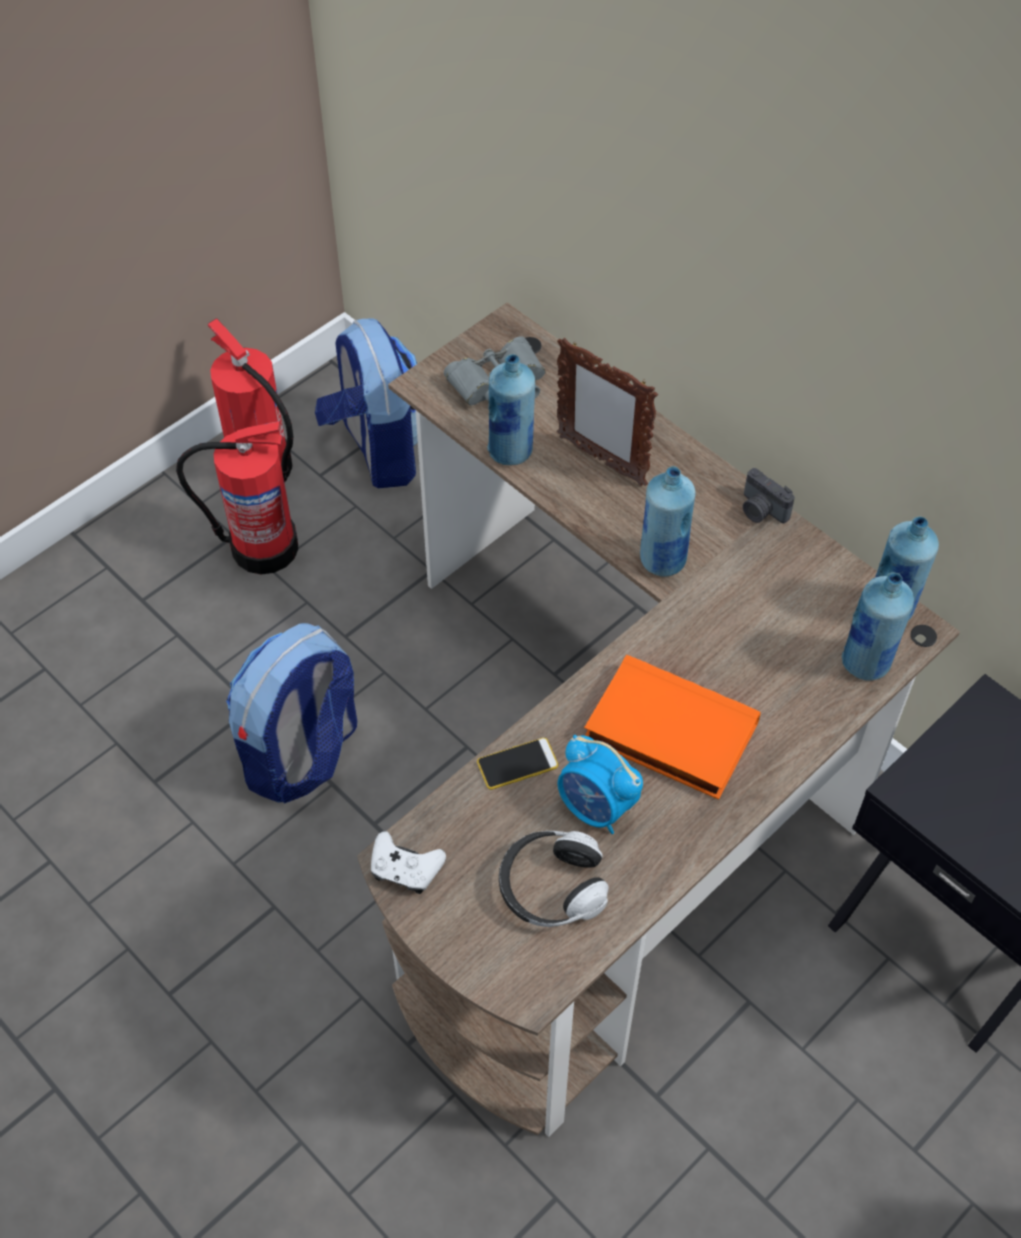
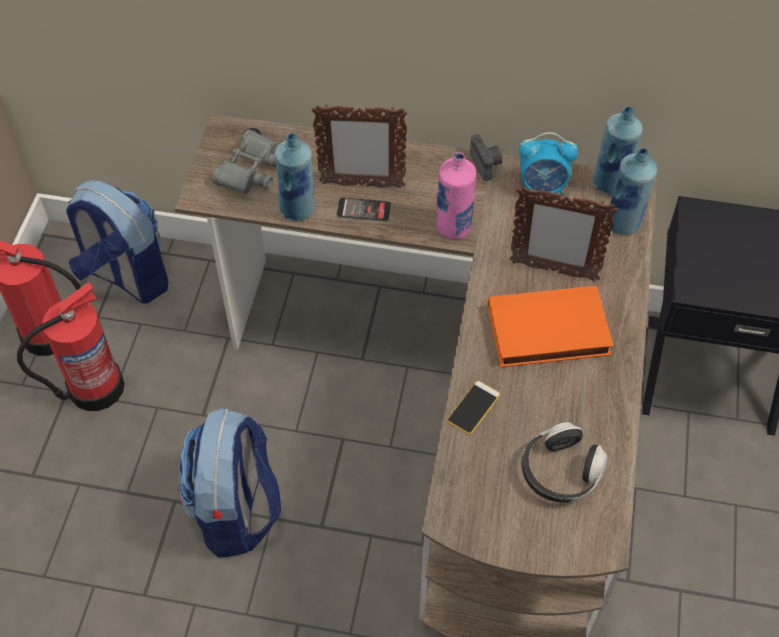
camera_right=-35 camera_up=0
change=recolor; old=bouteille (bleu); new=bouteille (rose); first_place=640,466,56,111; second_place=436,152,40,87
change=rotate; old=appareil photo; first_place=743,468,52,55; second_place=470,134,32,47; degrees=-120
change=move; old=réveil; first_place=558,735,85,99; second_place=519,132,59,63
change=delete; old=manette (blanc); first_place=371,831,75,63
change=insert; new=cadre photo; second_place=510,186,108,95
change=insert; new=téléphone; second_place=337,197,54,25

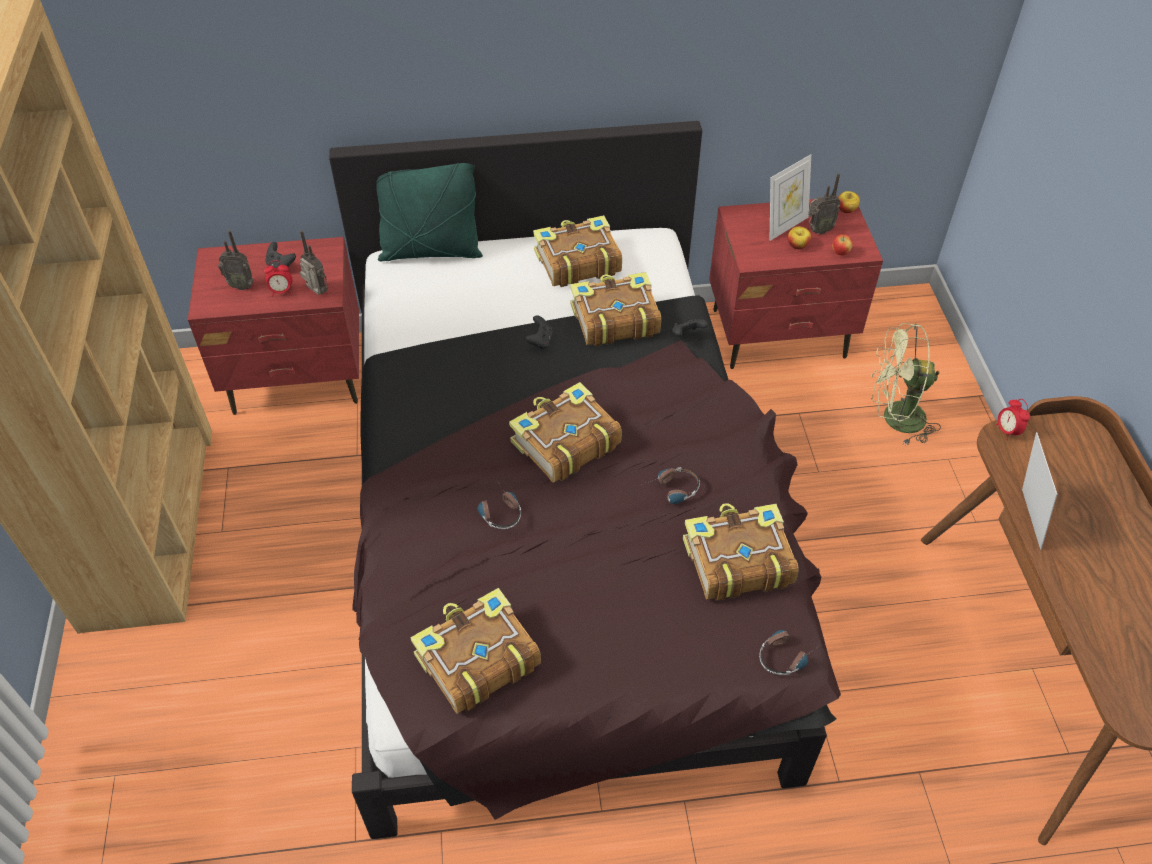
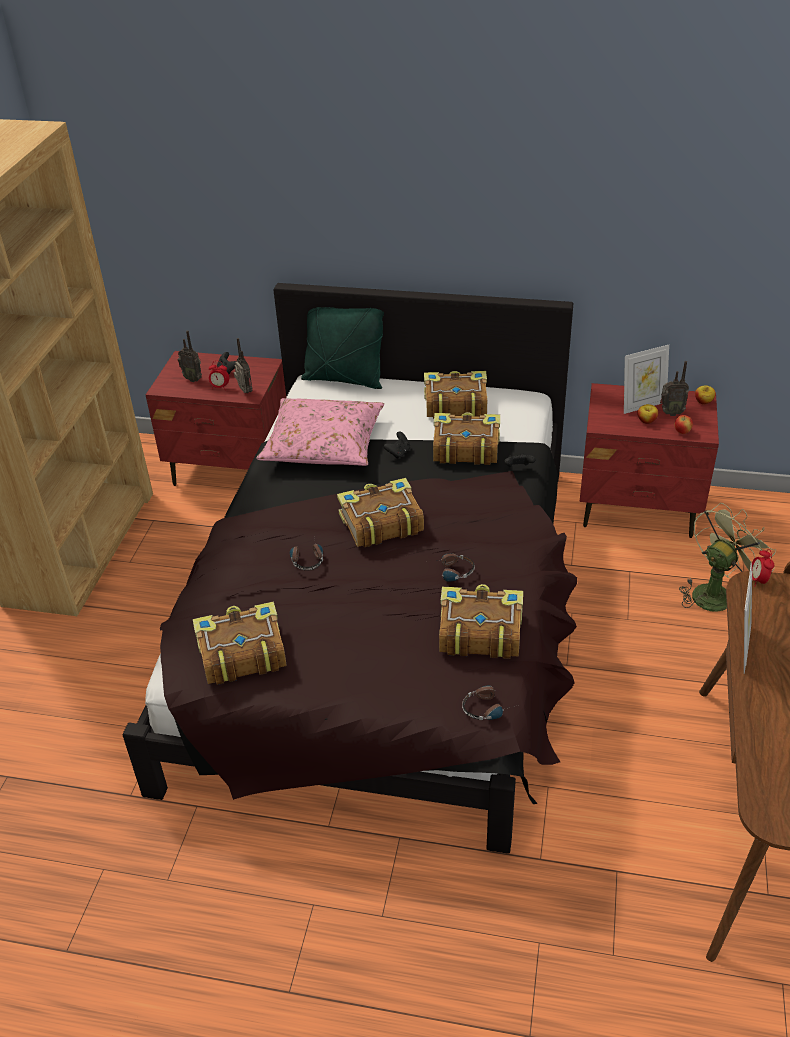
camera_right=20 camera_up=-10
change=rotate; old=ventilateur (vert); first_place=871,323,70,123; second_place=679,503,97,109; degrees=120
change=insert; new=coussin (rose); second_place=256,398,128,68

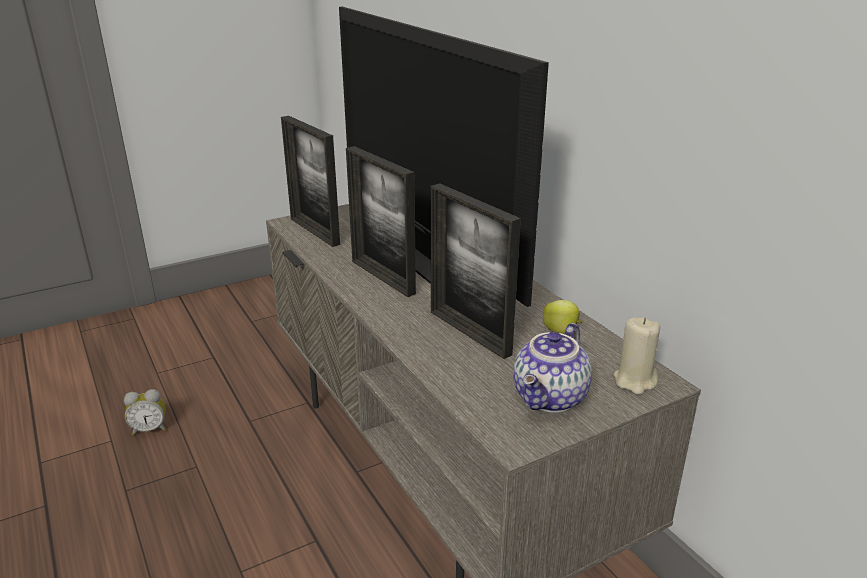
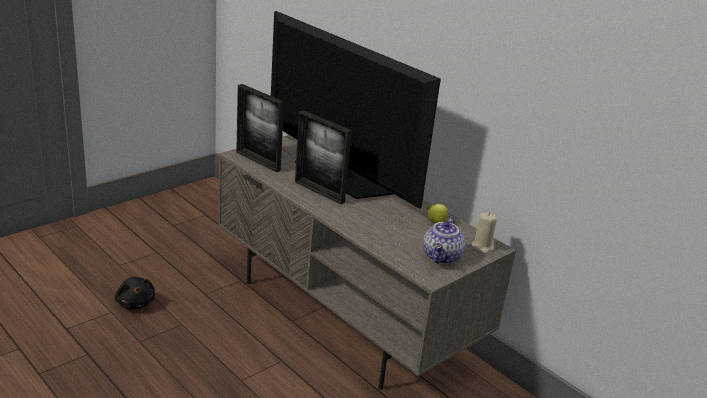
camera_right=-15 camera_up=0
change=delete; old=cadre photo; first_place=431,183,90,176
change=replace; old=réveil; new=peluche (noir); first_place=124,389,42,46; second_place=115,277,40,32

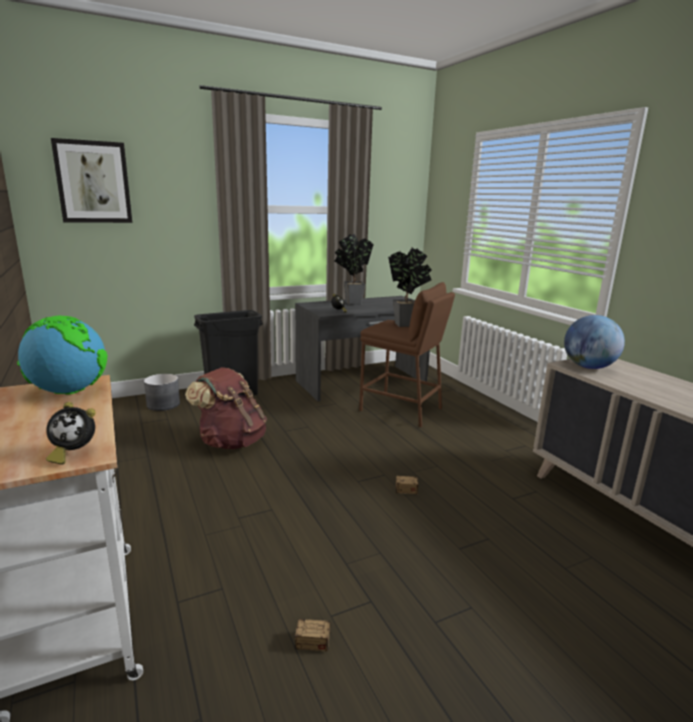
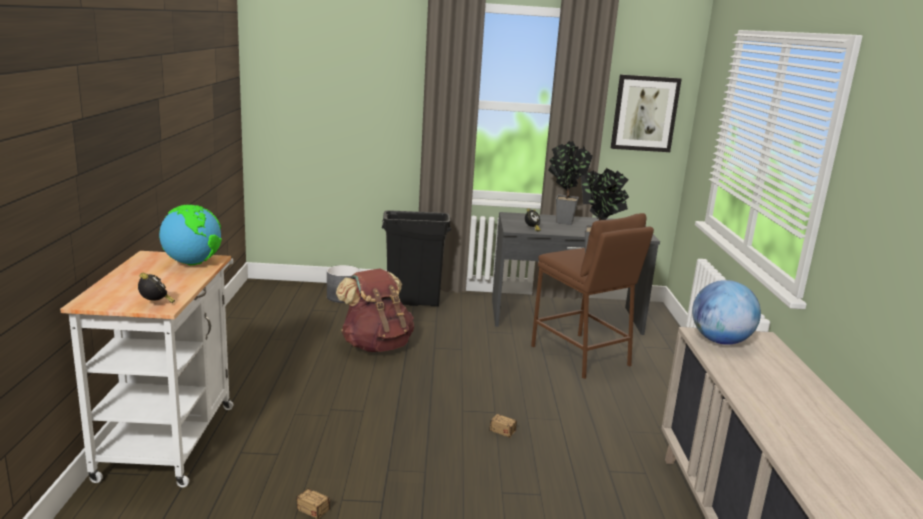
camera_right=25 camera_up=0
change=move; old=tableau; first_place=51,138,81,85; second_place=611,74,70,78
change=rotate; old=réveil; first_place=46,402,50,63; second_place=138,273,37,30; degrees=-150

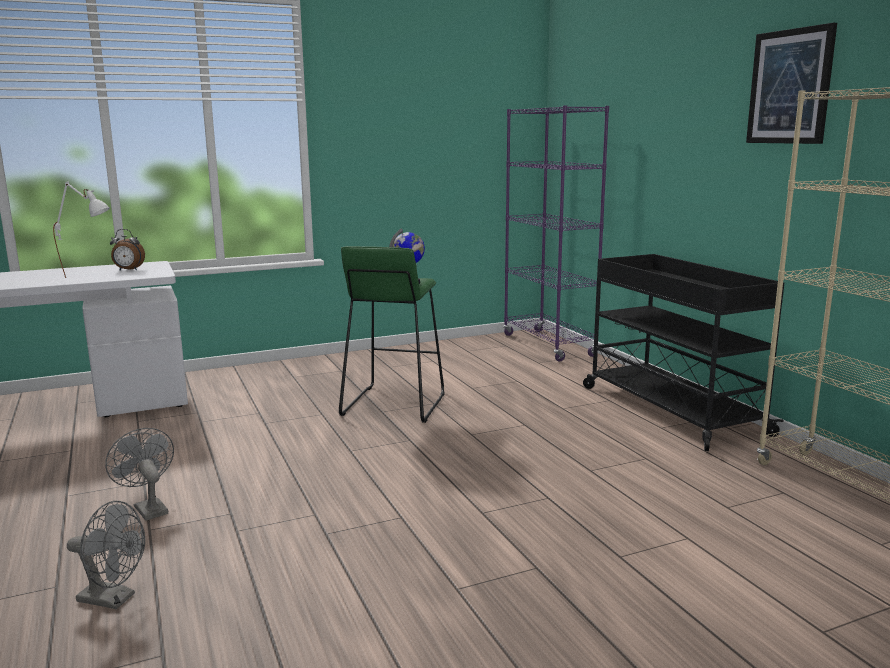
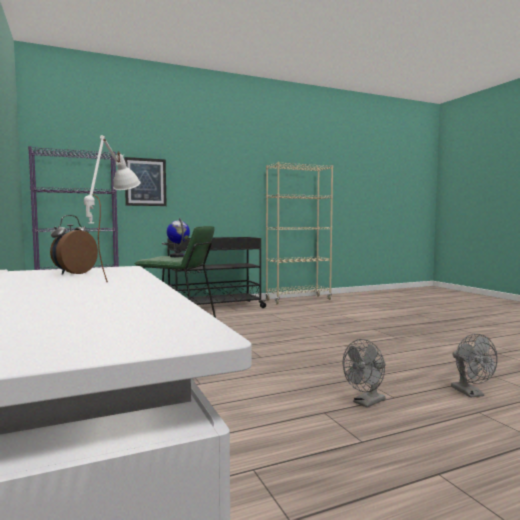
camera_right=-90 camera_up=-10
change=move; old=tableau; first_place=746,23,91,121; second_place=124,157,43,49
change=rotate; old=réveil; first_place=110,229,35,42; second_place=50,215,48,60; degrees=-150
change=rotate; old=ventilateur (gris); first_place=67,501,78,108; second_place=451,334,47,64; degrees=150

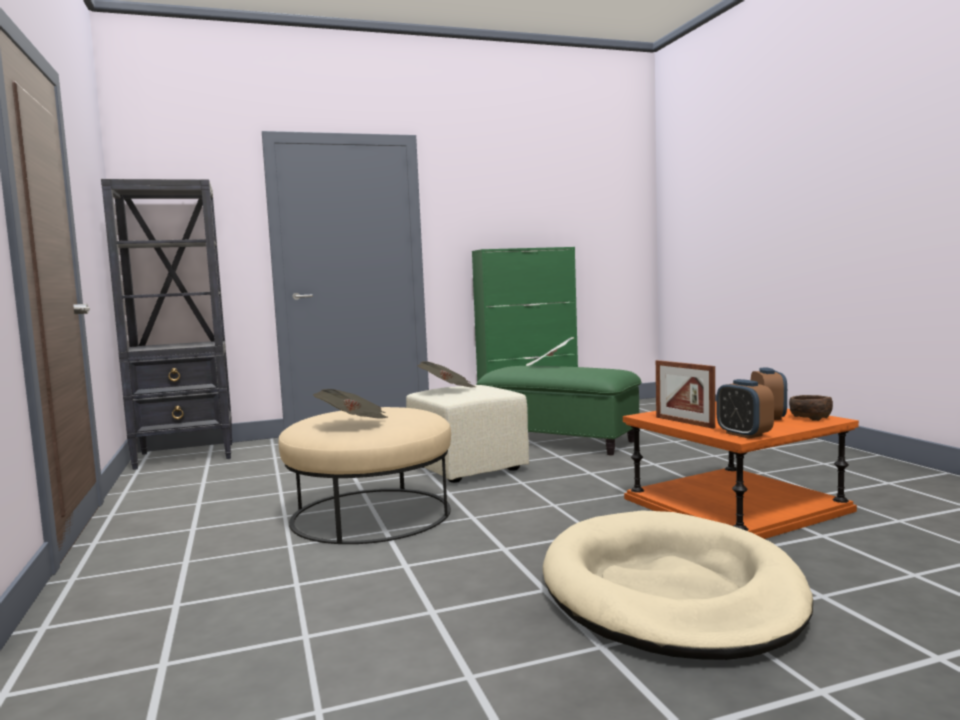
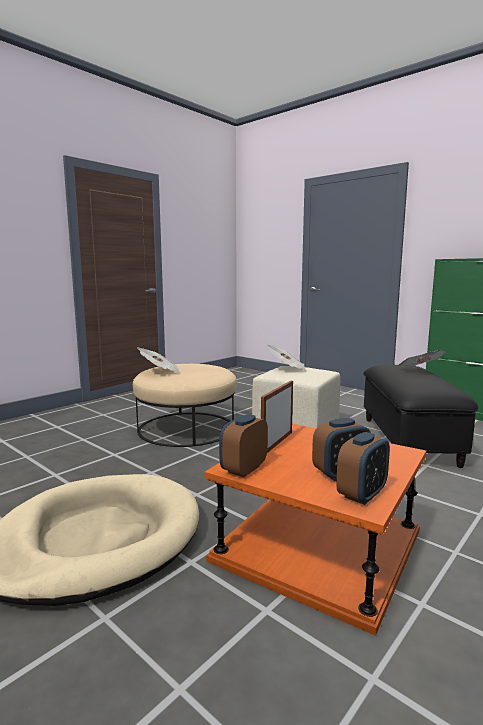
camera_right=60 camera_up=5
change=delete; old=bibliothèque (noir); first_place=101,179,132,291
change=recolor; old=pouf (vert); new=pouf (noir); first_place=476,366,166,90; second_place=363,365,116,103
change=replace; old=bol (marron); new=réveil; first_place=789,395,44,26; second_place=336,432,54,73

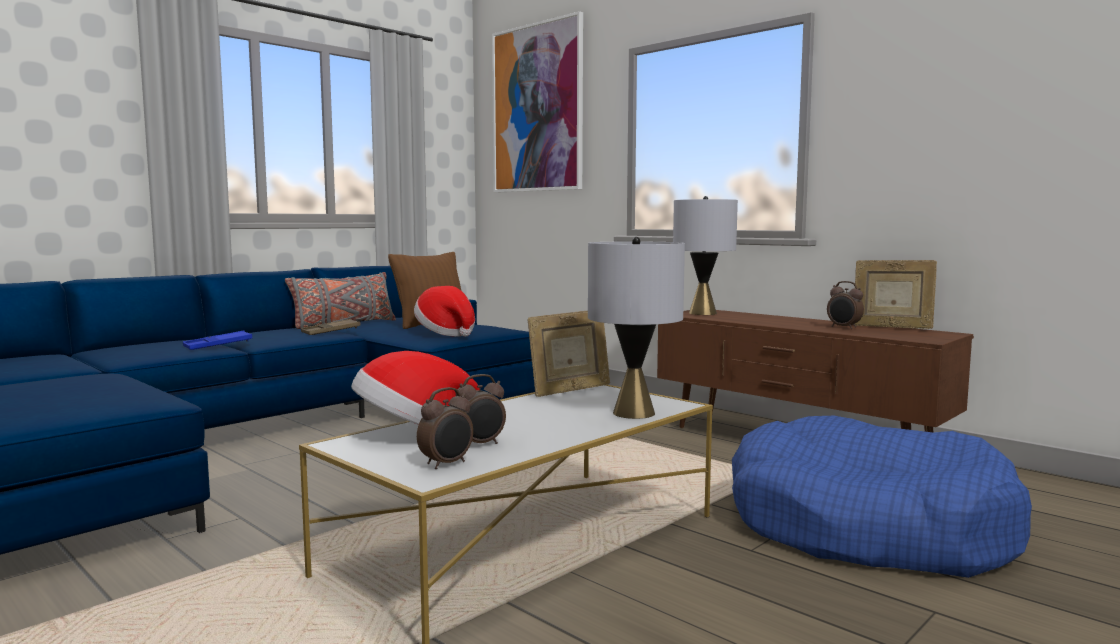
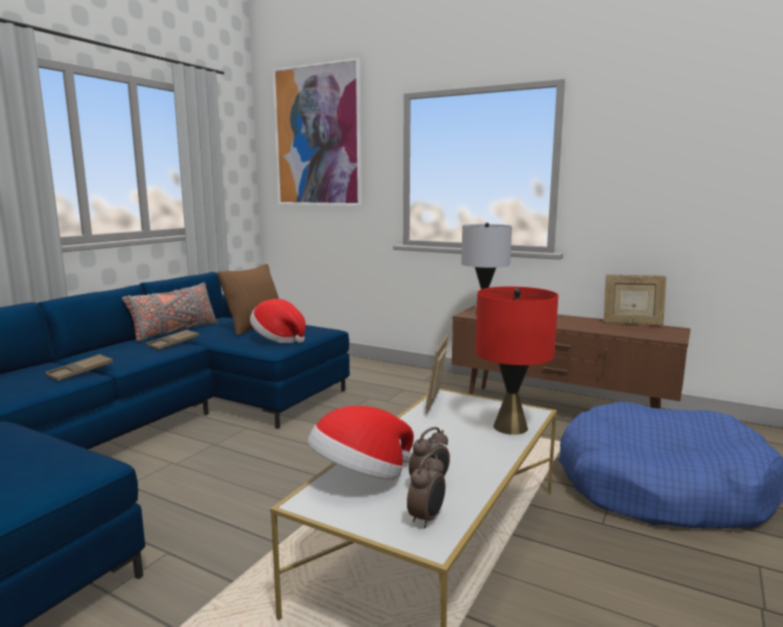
camera_right=-15 camera_up=5
change=recolor; old=lampe de table (gris); new=lampe de table (rouge); first_place=588,237,97,182; second_place=475,286,83,149
change=delete; old=réveil; first_place=827,281,37,48
change=rotate; old=cadre photo; first_place=528,311,82,86; second_place=425,334,23,80; degrees=150
change=recolor; old=plateau (bleu); new=plateau (marron); first_place=183,330,69,20; second_place=45,354,68,27

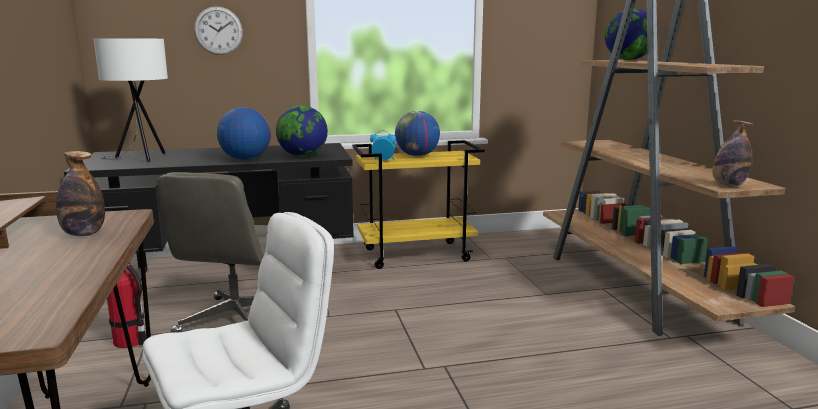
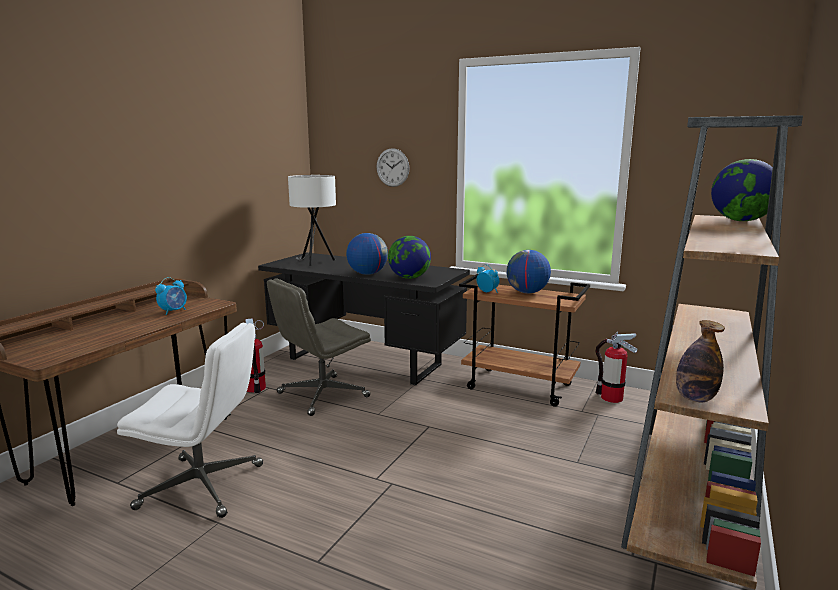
camera_right=40 camera_up=0
change=recolor; old=chariot (jaune); new=chariot (marron); first_place=352,140,133,129; second_place=459,274,131,133
change=replace; old=bouteille; new=réveil; first_place=56,151,49,85; second_place=155,277,32,38
change=insert; new=extincteur; second_place=595,332,42,71

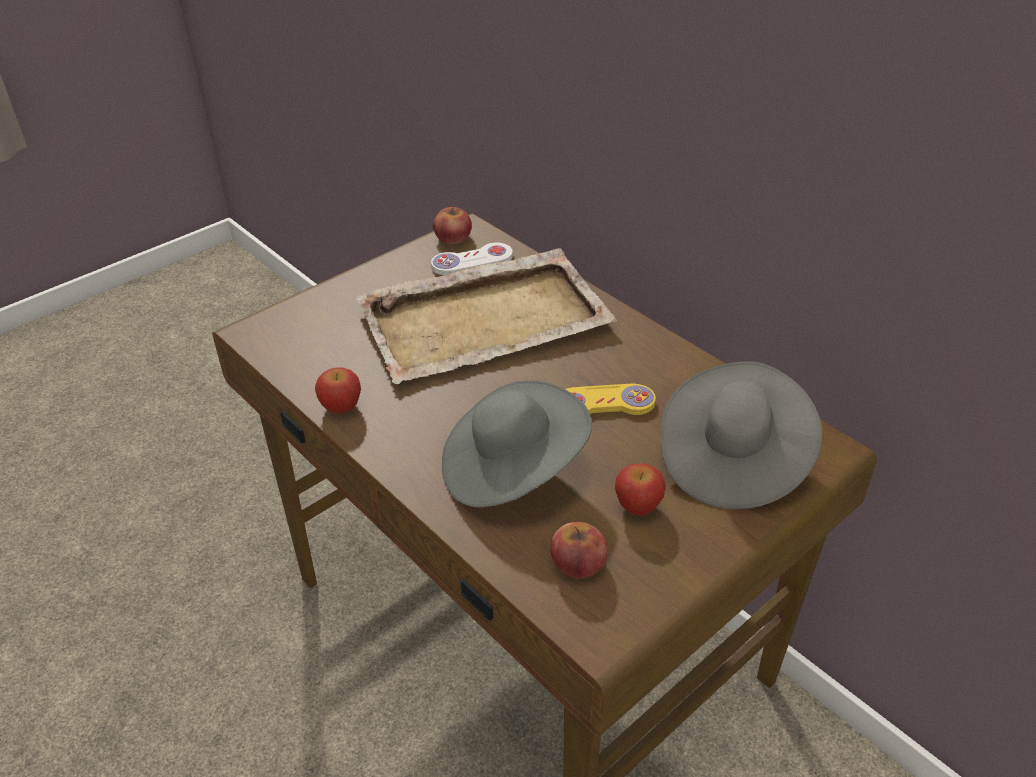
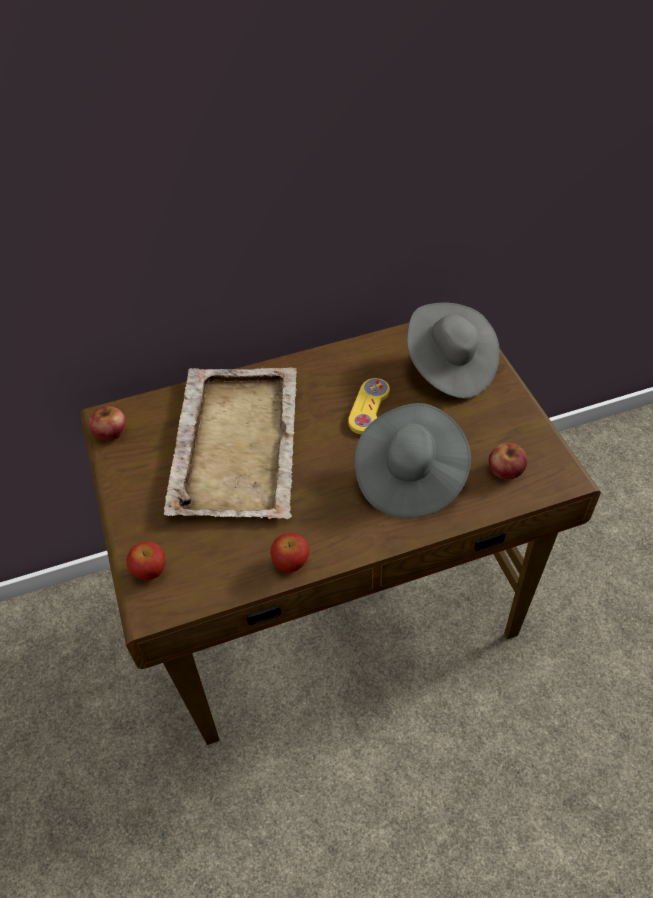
camera_right=-65 camera_up=10
change=delete; old=manette (blanc); first_place=431,243,82,32
change=move; old=pomme; first_place=615,463,51,53; second_place=126,541,39,39

